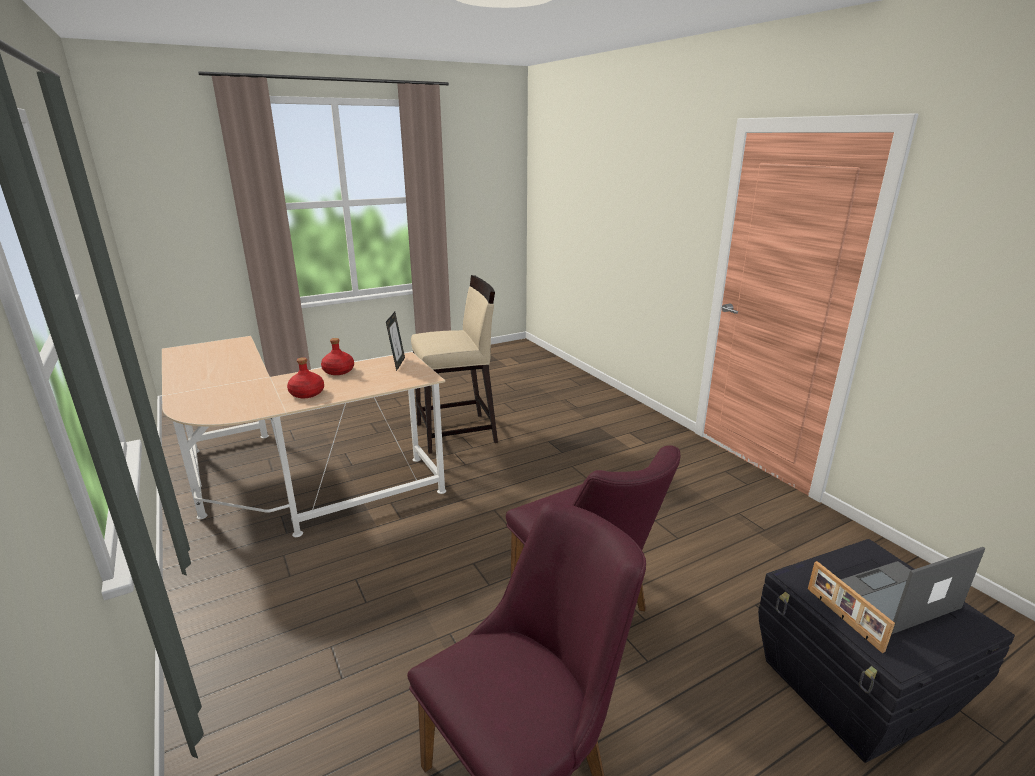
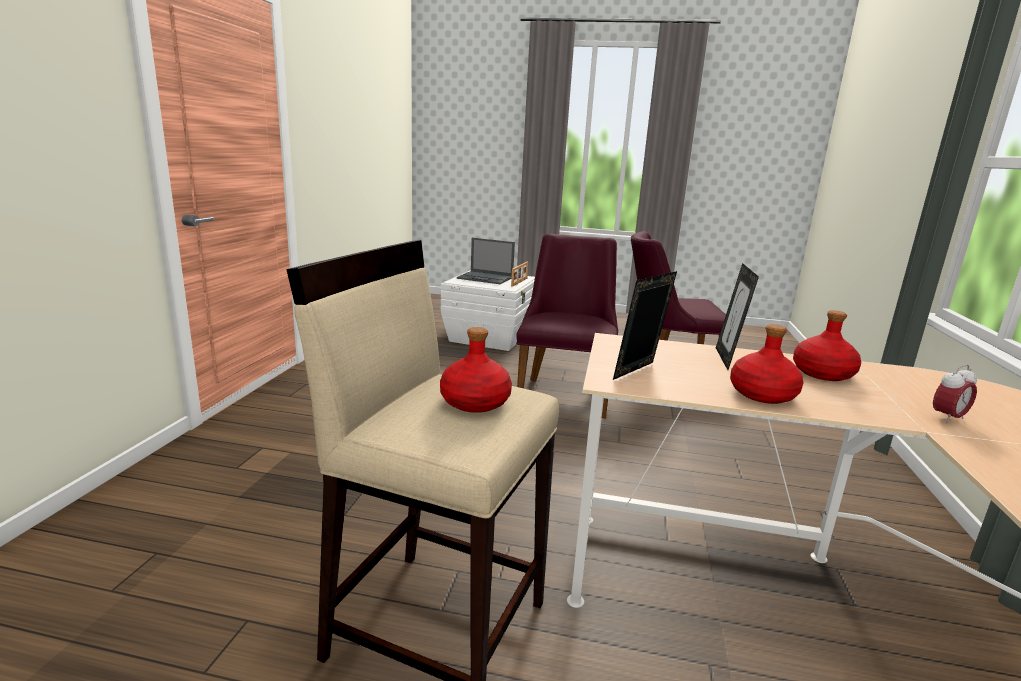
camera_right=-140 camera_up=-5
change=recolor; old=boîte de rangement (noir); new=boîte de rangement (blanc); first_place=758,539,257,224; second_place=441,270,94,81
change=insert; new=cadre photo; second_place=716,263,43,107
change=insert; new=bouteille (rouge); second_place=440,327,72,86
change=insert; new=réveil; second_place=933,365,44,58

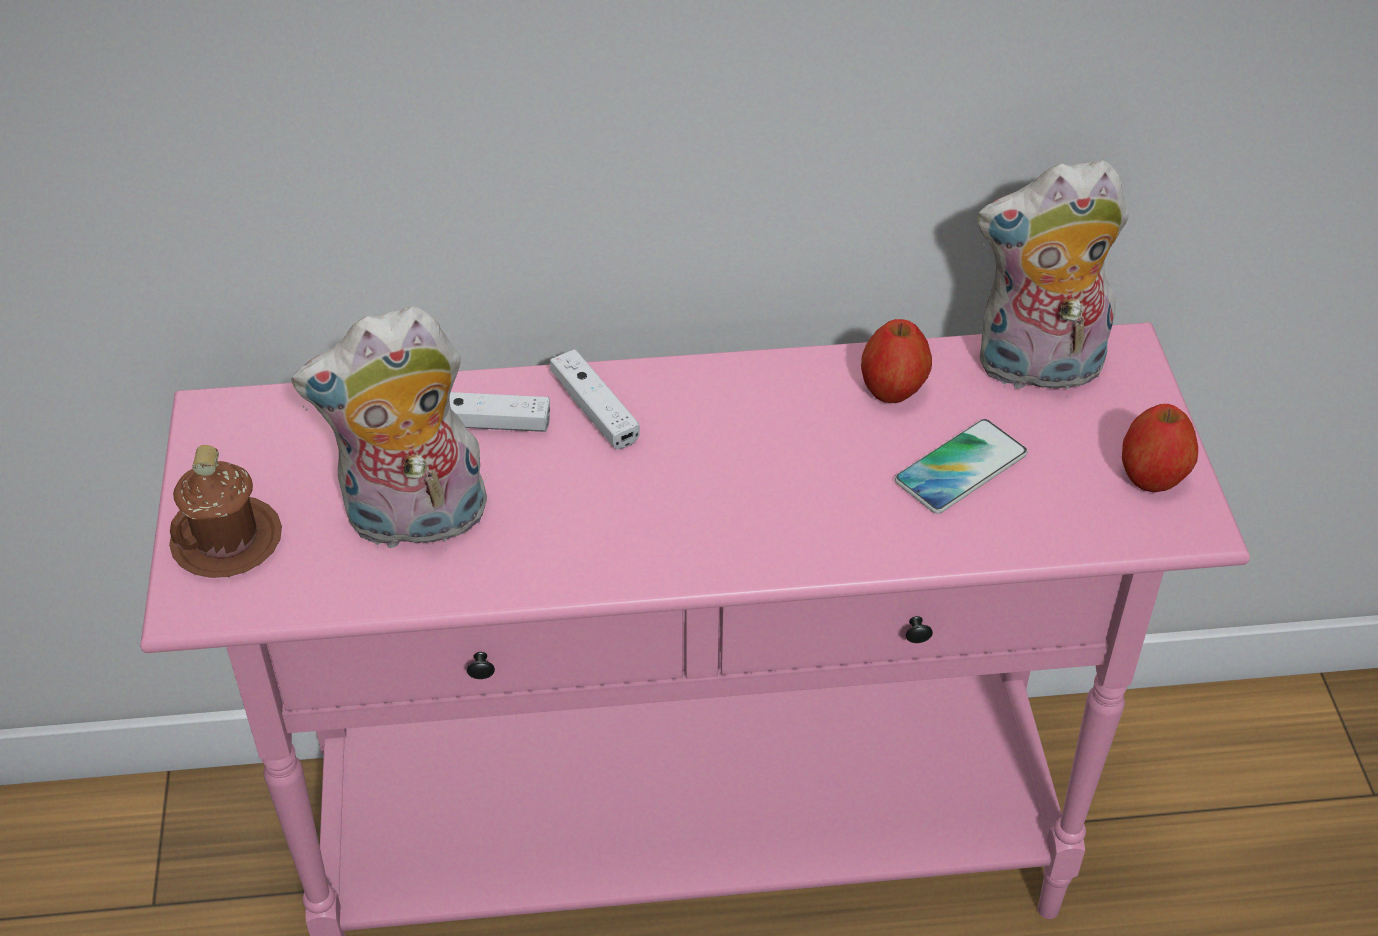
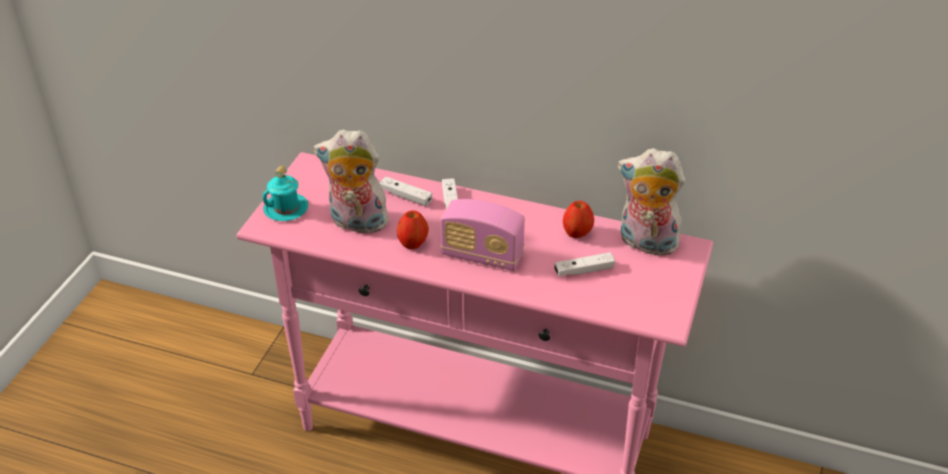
camera_right=25 camera_up=-5
change=move; old=pomme; first_place=1122,404,76,88; second_place=397,210,32,39
change=replace; old=téléphone; new=manette (blanc); first_place=895,419,132,95; second_place=554,252,61,24
change=recolor; old=mug (marron); new=mug (turquoise); first_place=169,445,113,133; second_place=262,166,46,55
change=insert; new=radio; second_place=441,199,84,72

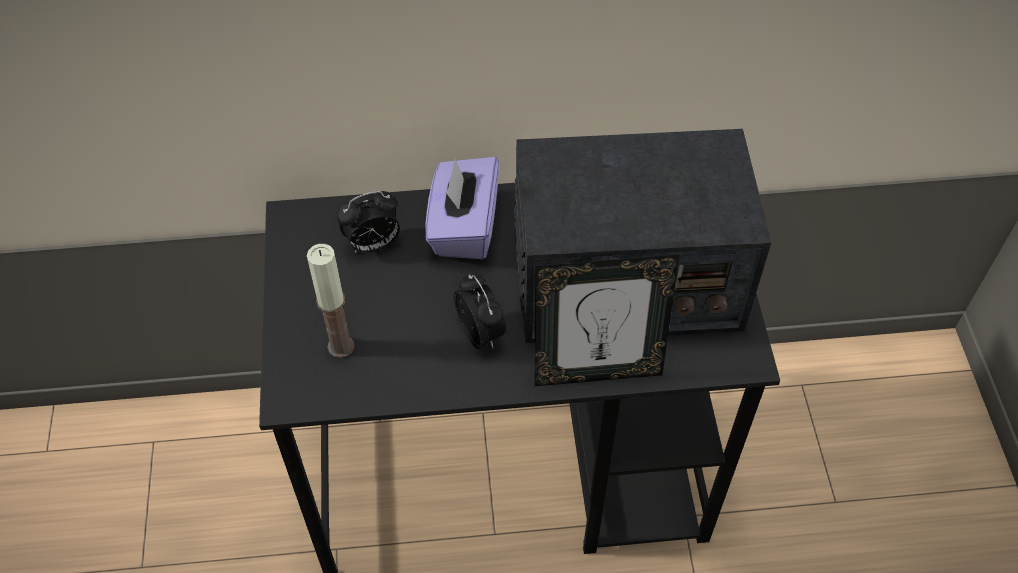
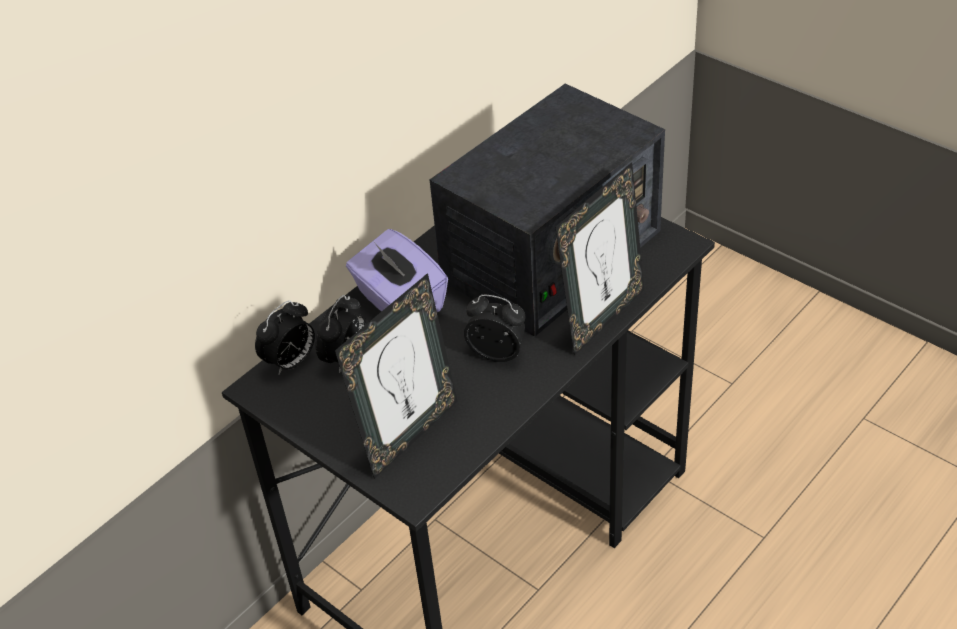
camera_right=-40 camera_up=-10
change=replace; old=bougie; new=cadre photo; first_place=307,244,47,114; second_place=335,273,123,206
change=insert; new=réveil; second_place=255,300,60,75

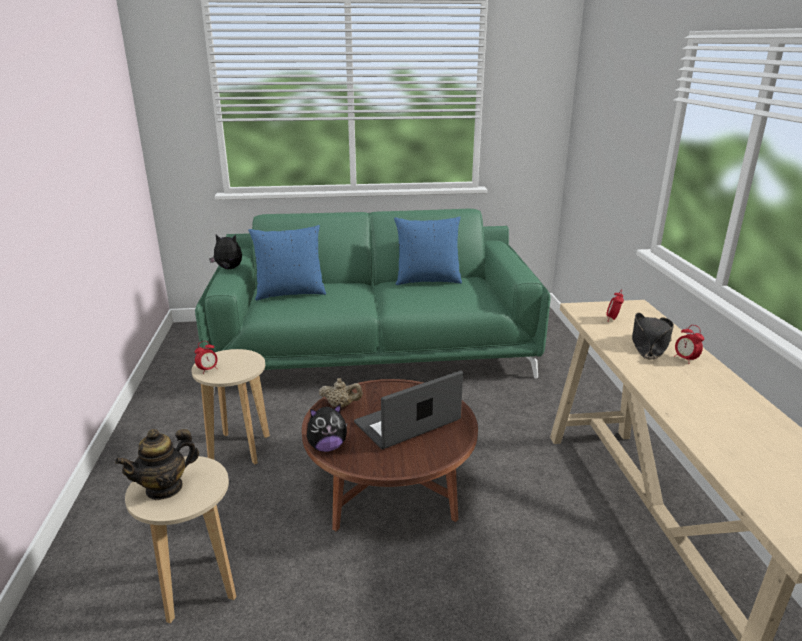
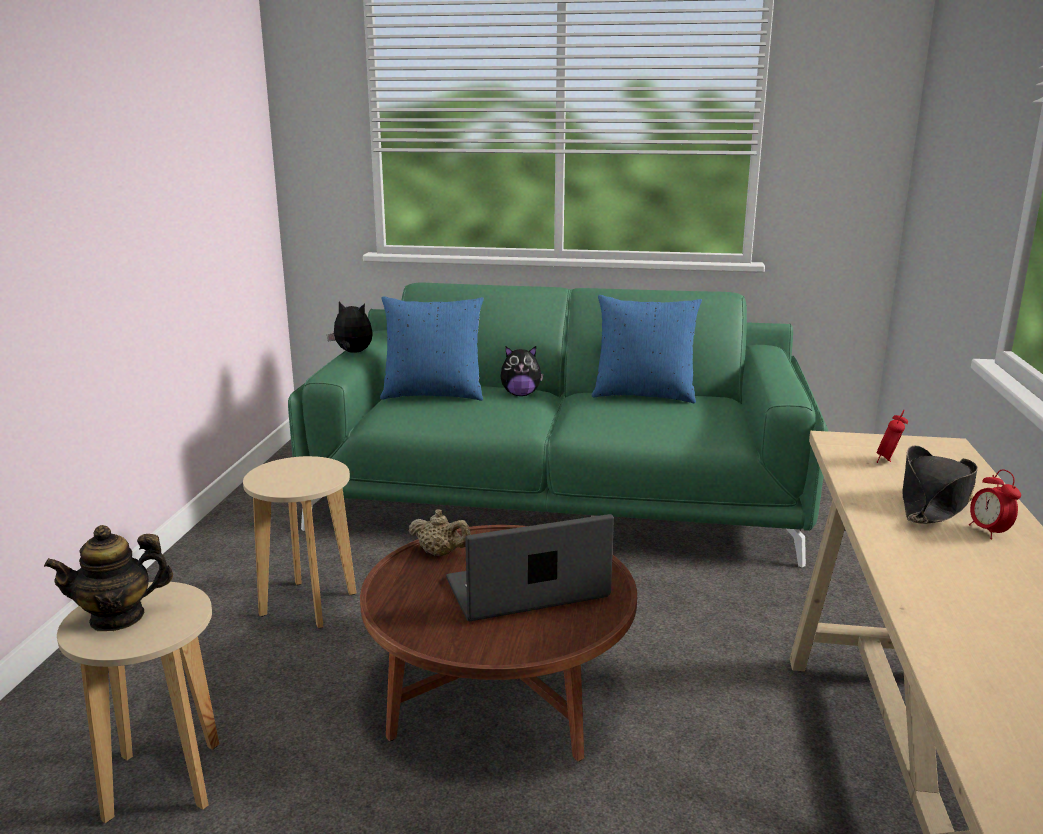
camera_right=15 camera_up=-5
change=delete; old=réveil; first_place=194,341,24,33
change=move; old=peluche; first_place=307,404,40,48; second_place=500,346,44,50

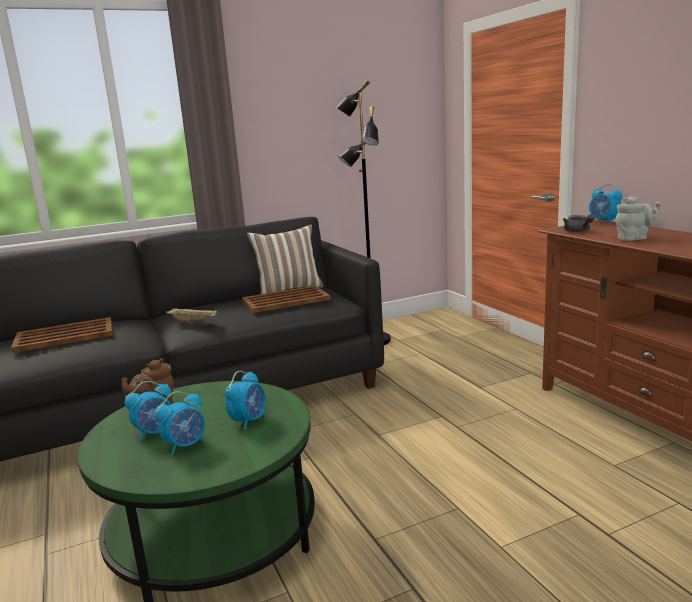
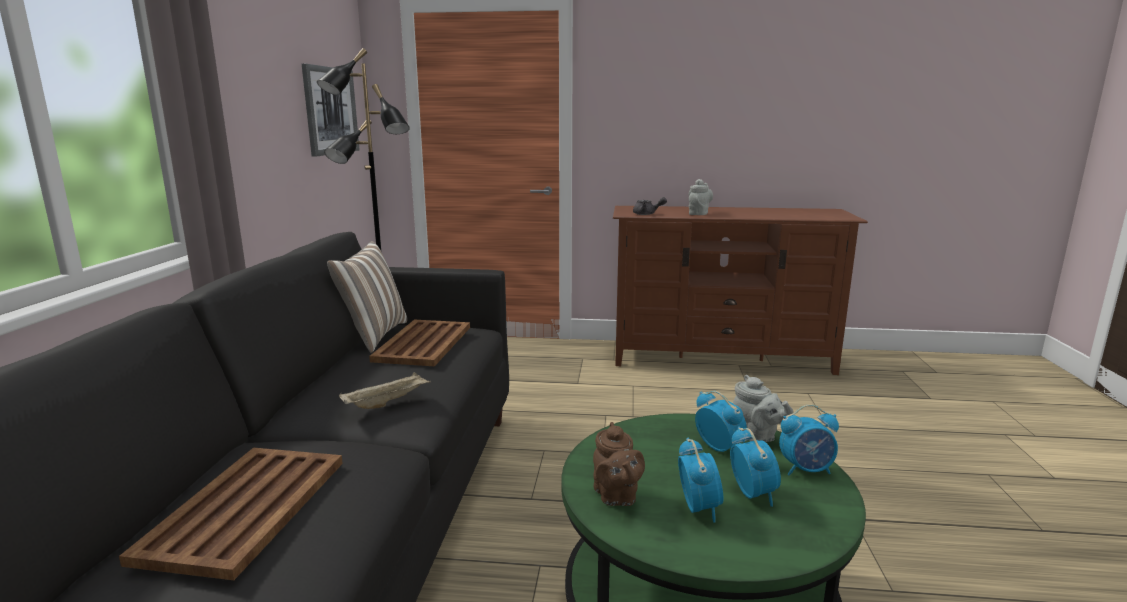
camera_right=-60 camera_up=0
change=move; old=réveil; first_place=589,184,34,40; second_place=779,404,60,72
change=insert; new=tableau; second_place=302,64,57,93
change=insert; new=théière (gris); second_place=733,375,61,67

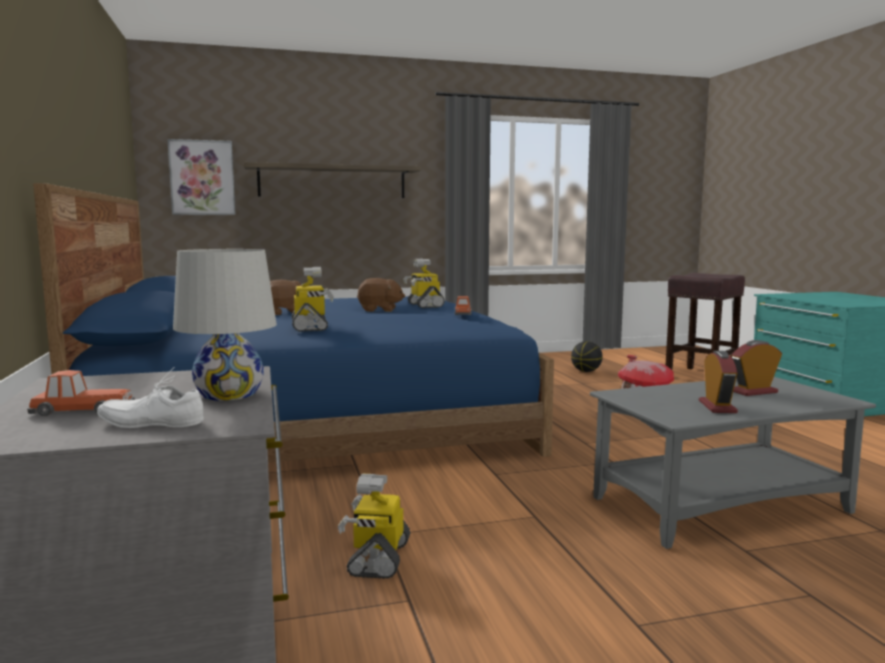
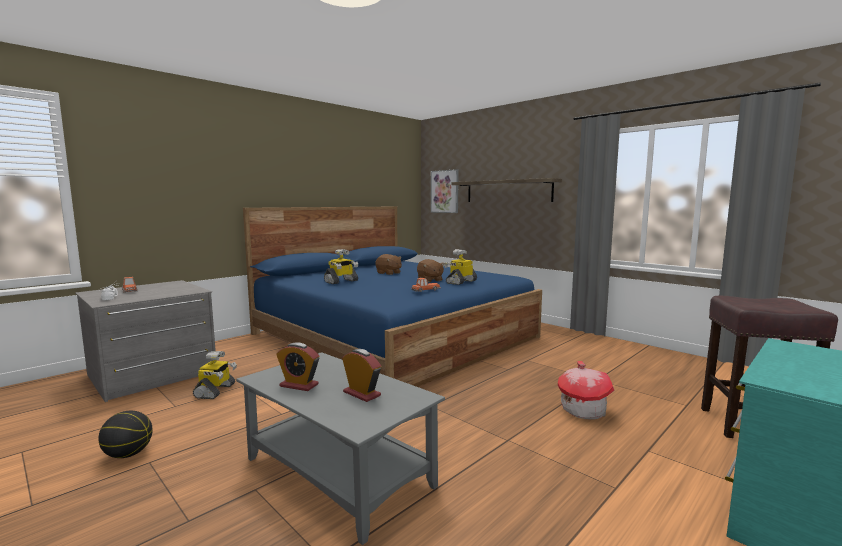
camera_right=60 camera_up=0
change=delete; old=lampe de table (blanc); first_place=173,249,104,152
change=move; old=ballon de basket; first_place=571,341,32,31; second_place=98,411,55,47
change=rotate; old=réveil; first_place=699,351,39,62; second_place=276,342,44,49; degrees=45
change=rotate; old=robot jouet; first_place=338,474,72,105; second_place=193,351,44,48; degrees=120

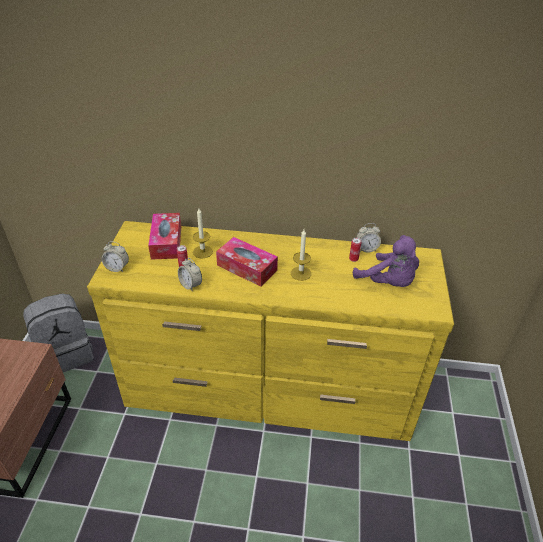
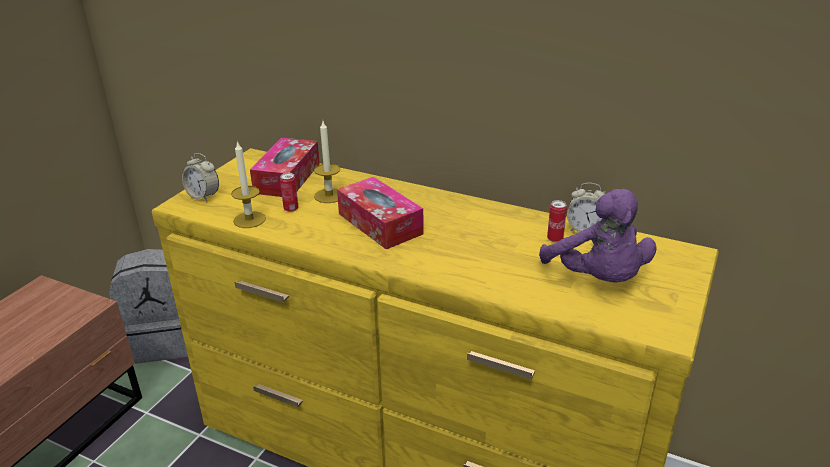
camera_right=20 camera_up=-10
change=move; old=bougie; first_place=291,230,20,51; second_place=231,140,35,88
change=delete; old=réveil; first_place=178,258,24,34

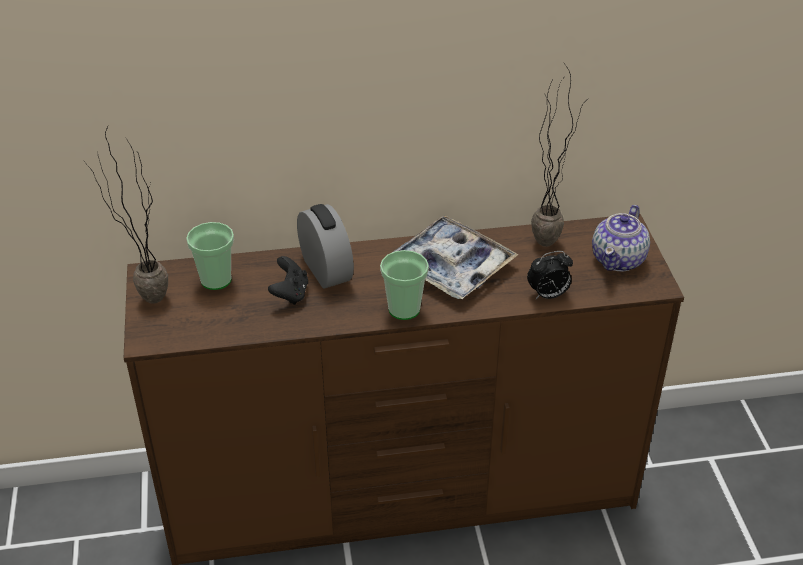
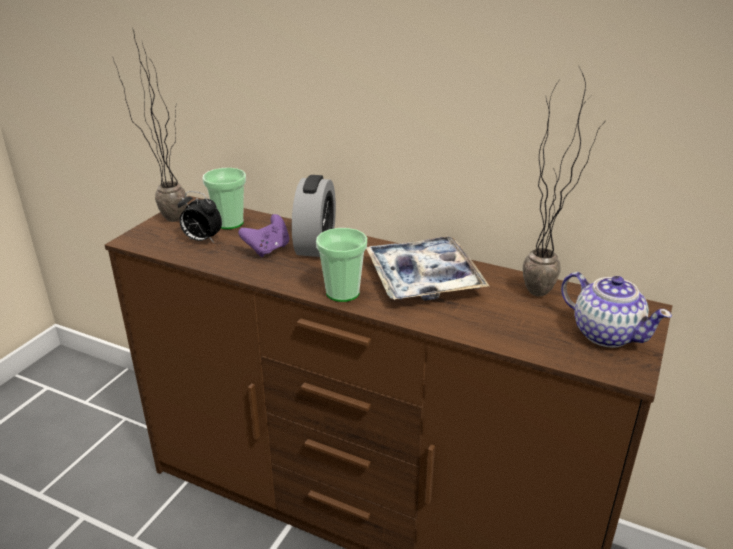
camera_right=35 camera_up=-10
change=rotate; old=théière; first_place=592,205,58,66; second_place=561,272,111,76; degrees=-105
change=move; old=réveil; first_place=527,251,46,48; second_place=178,191,44,52
change=recolor; old=manette (noir); new=manette (violet); first_place=268,256,40,49; second_place=238,214,51,43

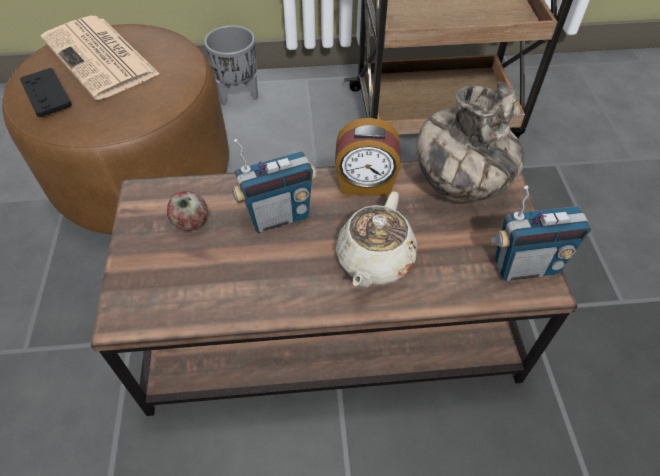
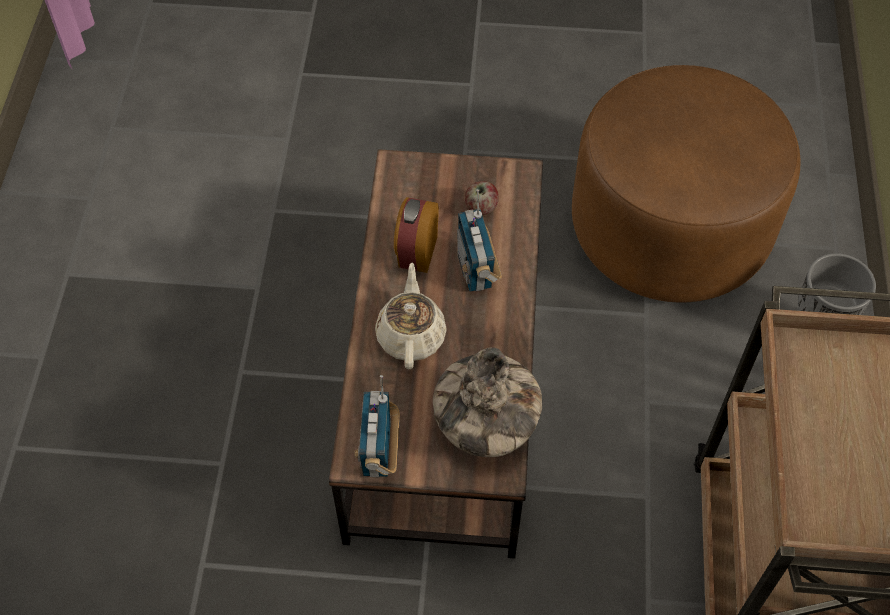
camera_right=100 camera_up=5
change=delete; old=journal; first_place=41,16,119,84
change=delete; old=manette (noir); first_place=20,68,52,49
change=move; old=réveil; first_place=335,118,66,78; second_place=394,197,45,76
change=rotate; old=théière (beige); first_place=336,192,81,95; second_place=375,263,72,106; degrees=60

